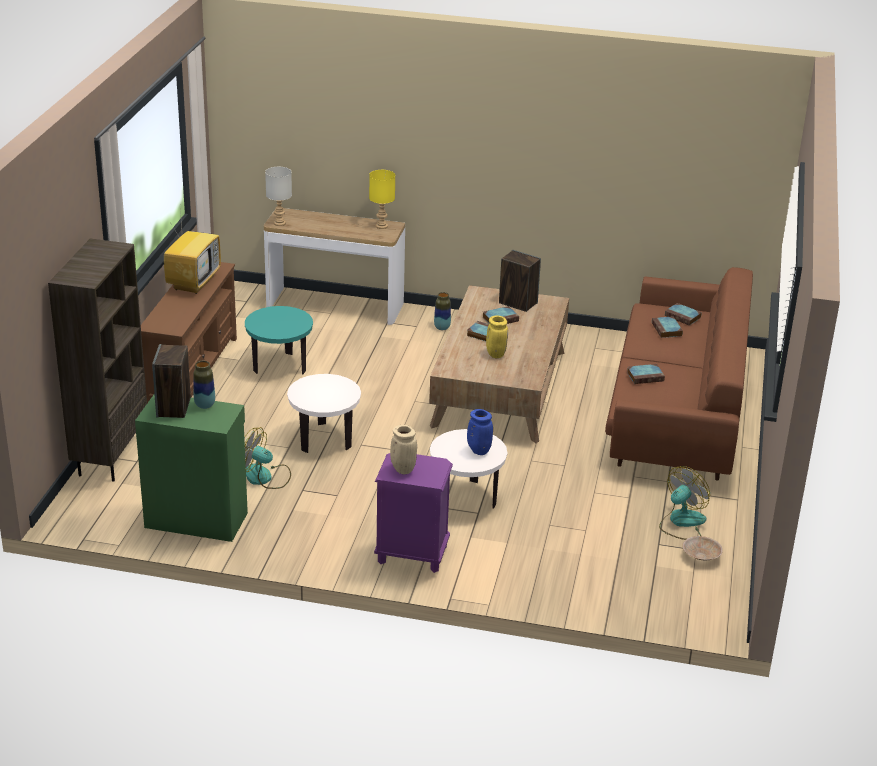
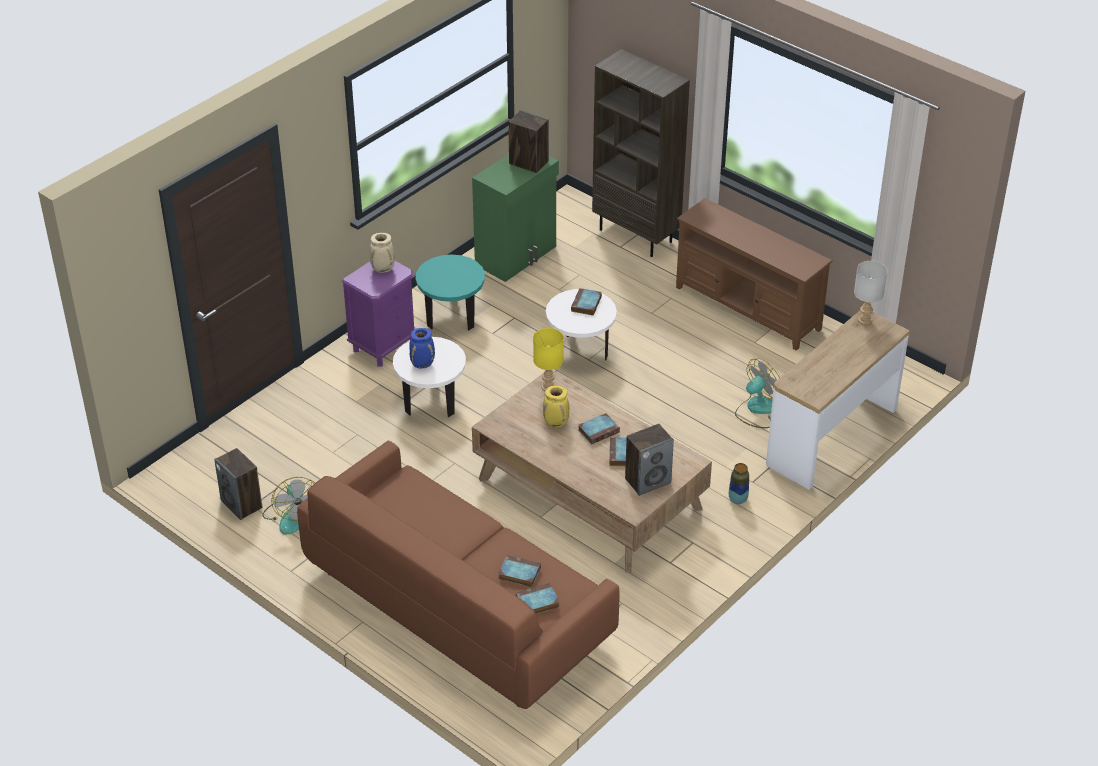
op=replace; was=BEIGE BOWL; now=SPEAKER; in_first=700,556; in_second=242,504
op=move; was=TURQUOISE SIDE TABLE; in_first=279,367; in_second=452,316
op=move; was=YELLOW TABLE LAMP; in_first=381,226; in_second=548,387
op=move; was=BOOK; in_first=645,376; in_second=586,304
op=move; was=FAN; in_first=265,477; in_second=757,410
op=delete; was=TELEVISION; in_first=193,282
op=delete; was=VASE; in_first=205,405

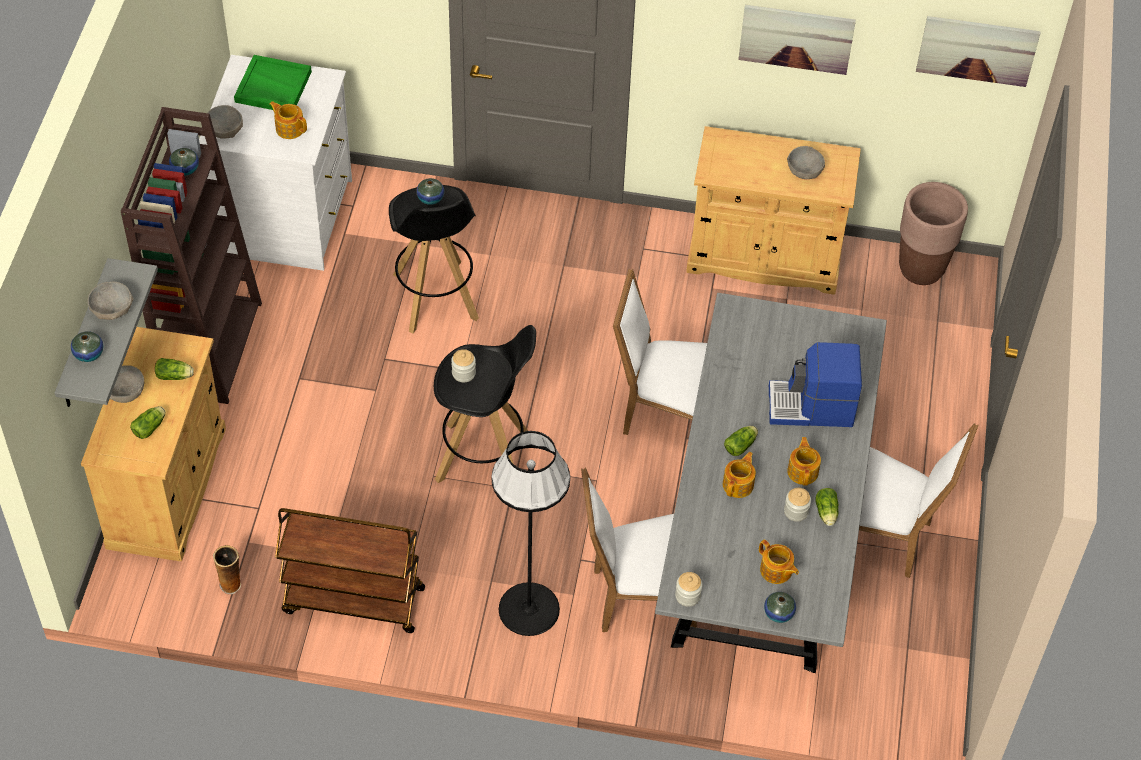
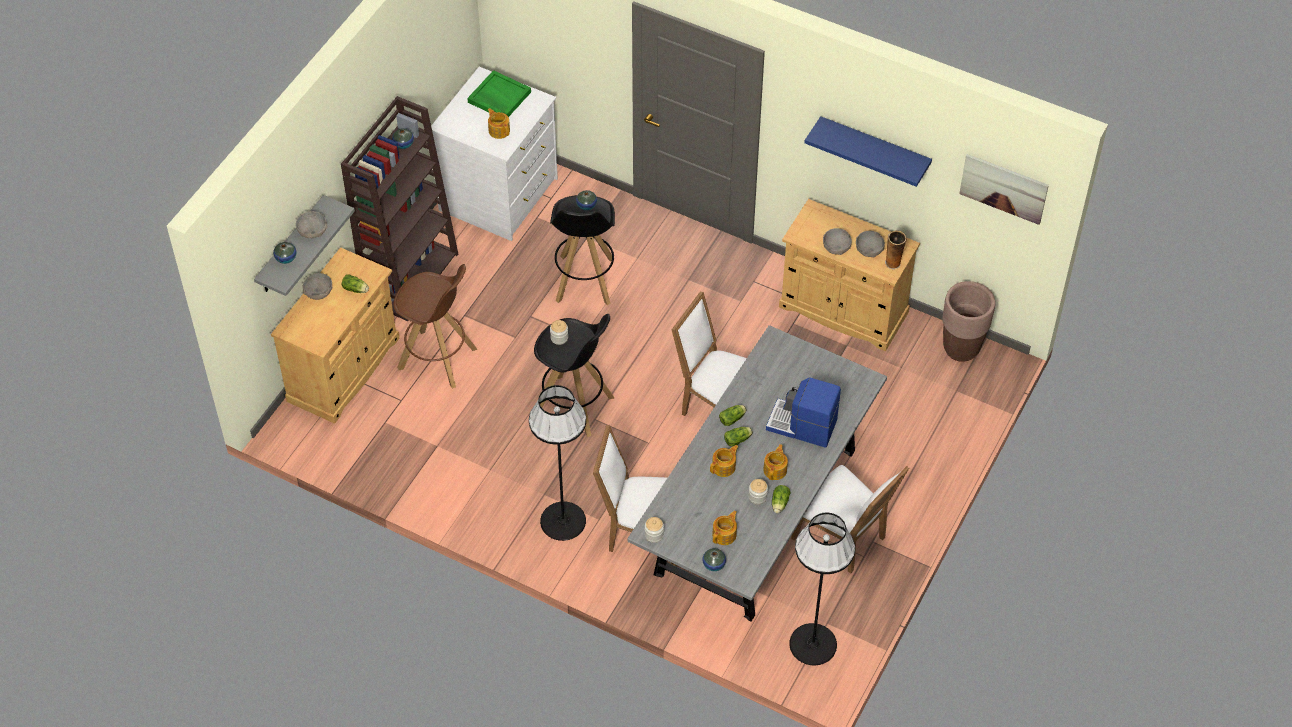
op=insert; now=BROWN STOOL; in_second=438,359
op=rotate; was=TEAPOT; in_first=776,571; in_second=725,534; clockwise=-120
op=move; was=LETTUCE; in_first=150,427; in_second=733,418
op=insert; now=BLACK FLOOR LAMP; in_second=813,644
op=replace; was=PICTURE; now=BLUE SHELF; in_first=796,38; in_second=874,148
op=move; was=GREY BOWL; in_first=225,130; in_second=836,247
op=move; was=VASE; in_first=231,585; in_second=893,263
op=delete; was=BROWN CART; in_first=352,601

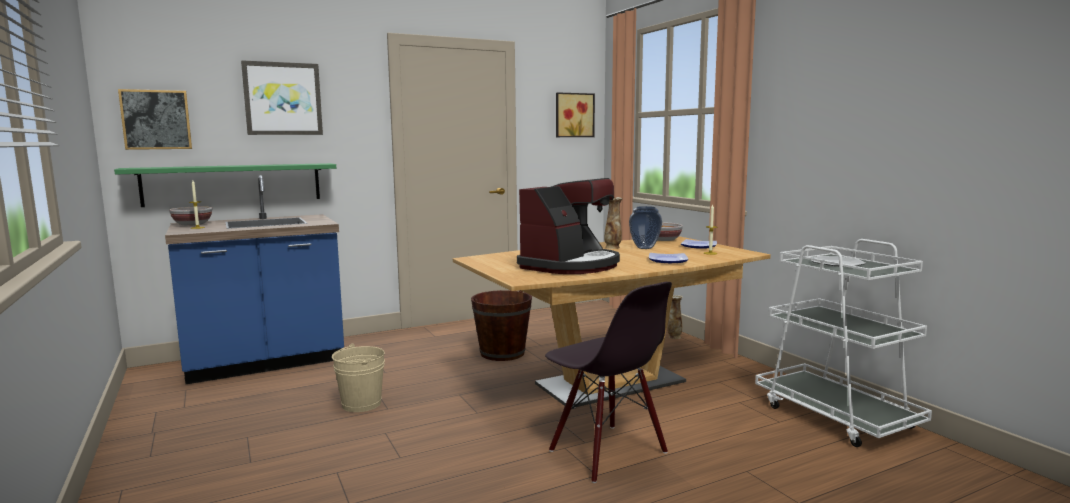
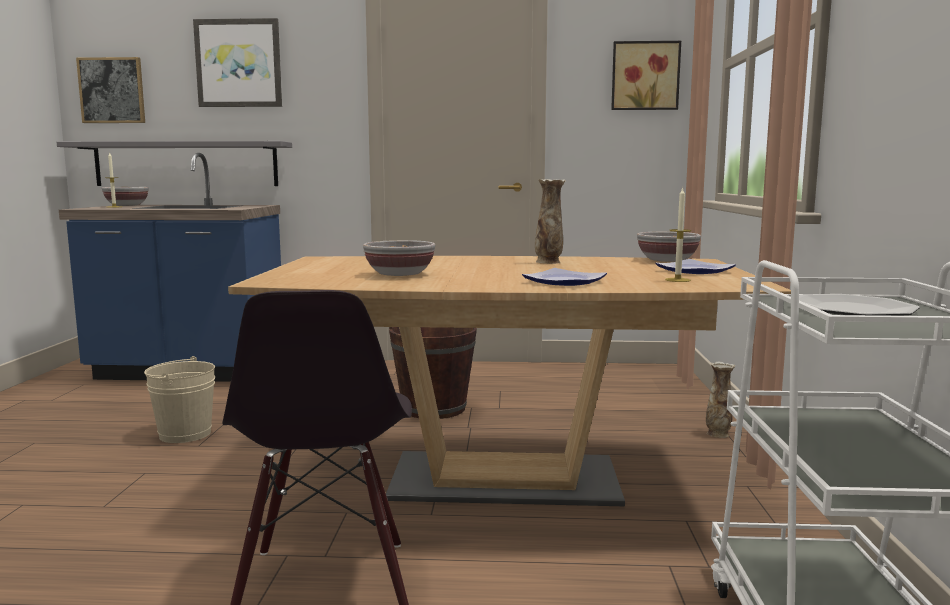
op=recolor; was=GREEN SHELF; now=GREY SHELF; in_first=233,184; in_second=186,164
op=replace; was=COFFEE MACHINE; now=BOWL; in_first=571,265; in_second=400,274
op=delete; was=VASE; in_first=645,248

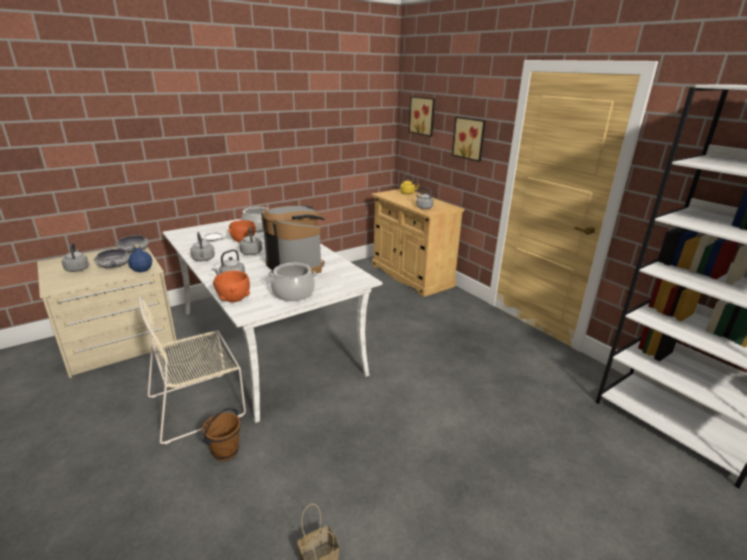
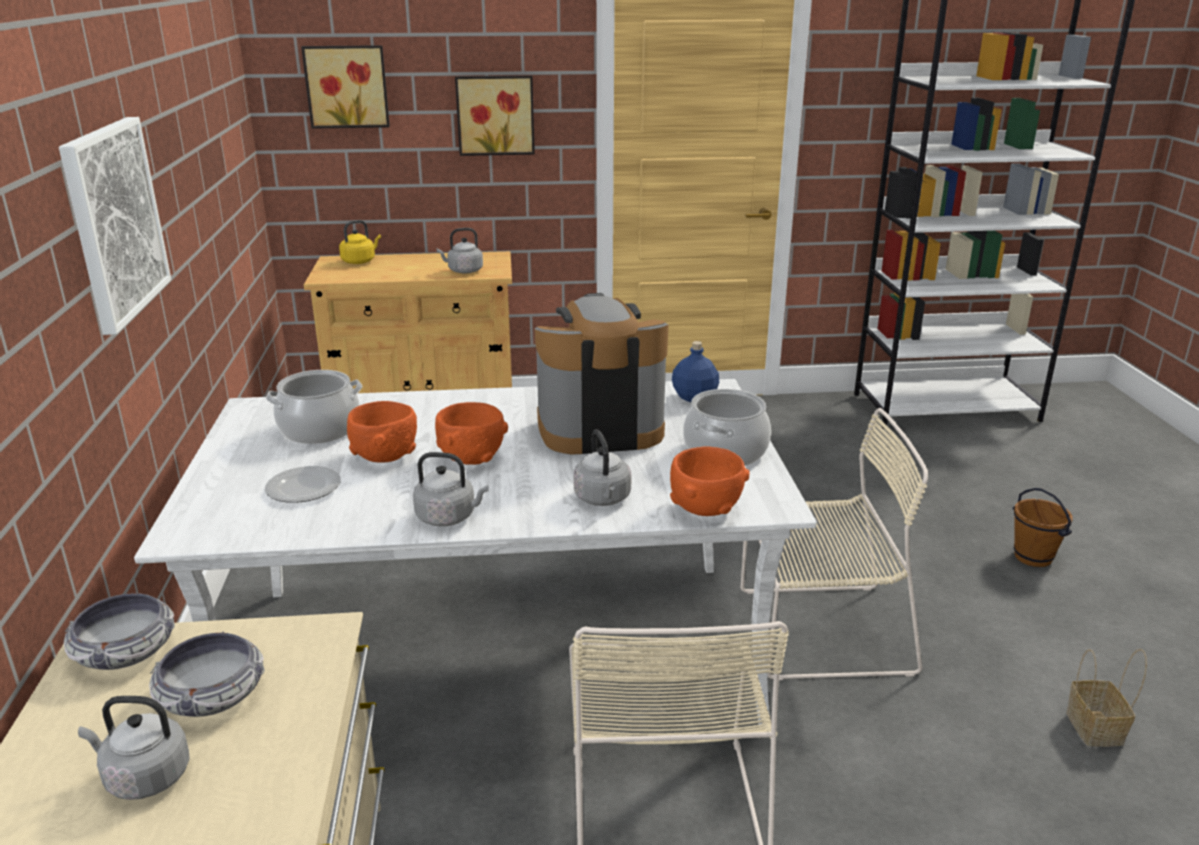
op=insert; now=PICTURE; in_second=115,221
op=replace; was=GREY KETTLE; now=ORANGE BOWL; in_first=251,252; in_second=471,458
op=move; was=BLUE BOTTLE; in_first=142,269; in_second=693,397
op=insert; now=BEIGE CHAIR; in_second=818,630
op=move; was=BROWN BUCKET; in_first=226,452; in_second=1033,557

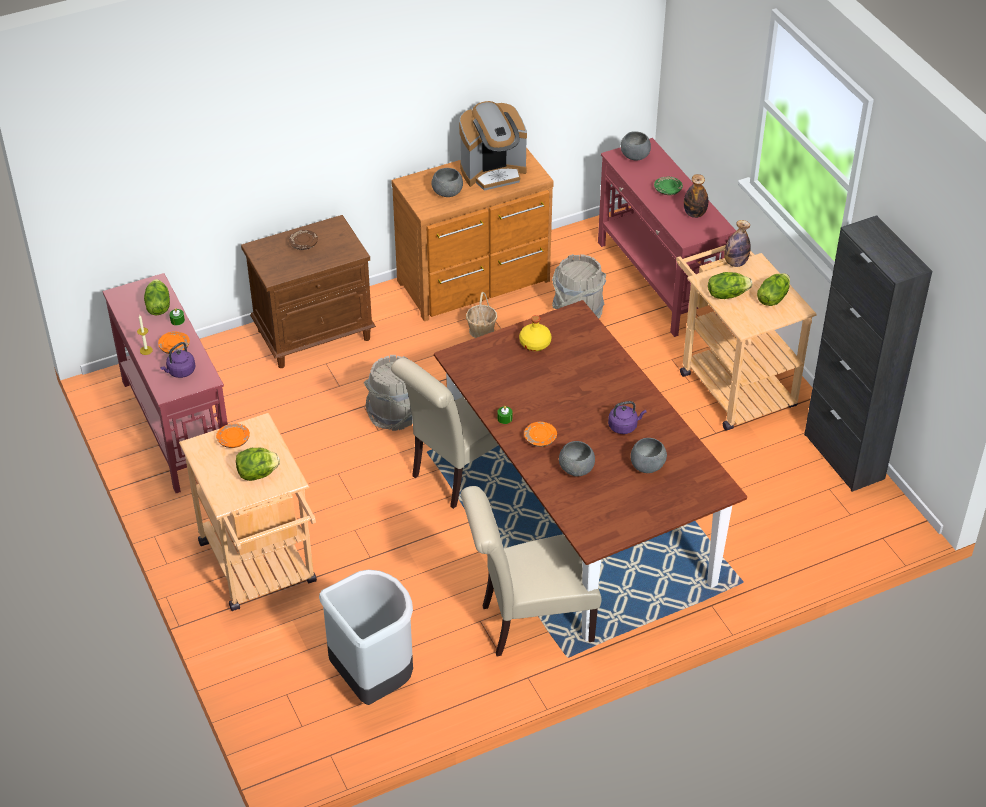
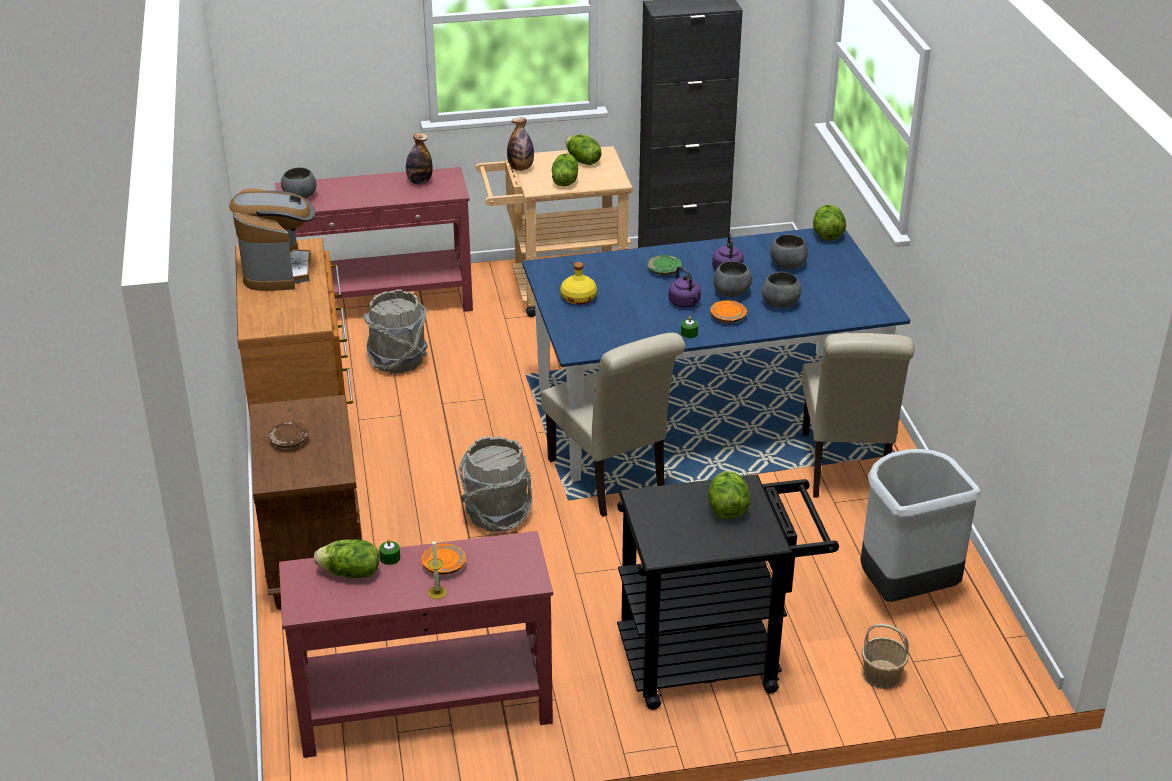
op=recolor; was=BROWN DINING TABLE; now=BLUE DINING TABLE; in_first=578,515; in_second=704,414
op=recolor; was=BEIGE CART; now=BLACK CART; in_first=261,570; in_second=714,658
op=move; was=GREEN PLATE; in_first=667,190; in_second=664,271
op=move; was=PURPLE KETTLE; in_first=180,372; in_second=685,303
op=move; was=GREY BOWL; in_first=447,193; in_second=732,293
op=insert; now=LETTUCE; in_second=827,235
op=move; was=BASKET; in_first=481,330; in_second=882,675
op=delete; was=ORANGE PLATE; in_first=233,440

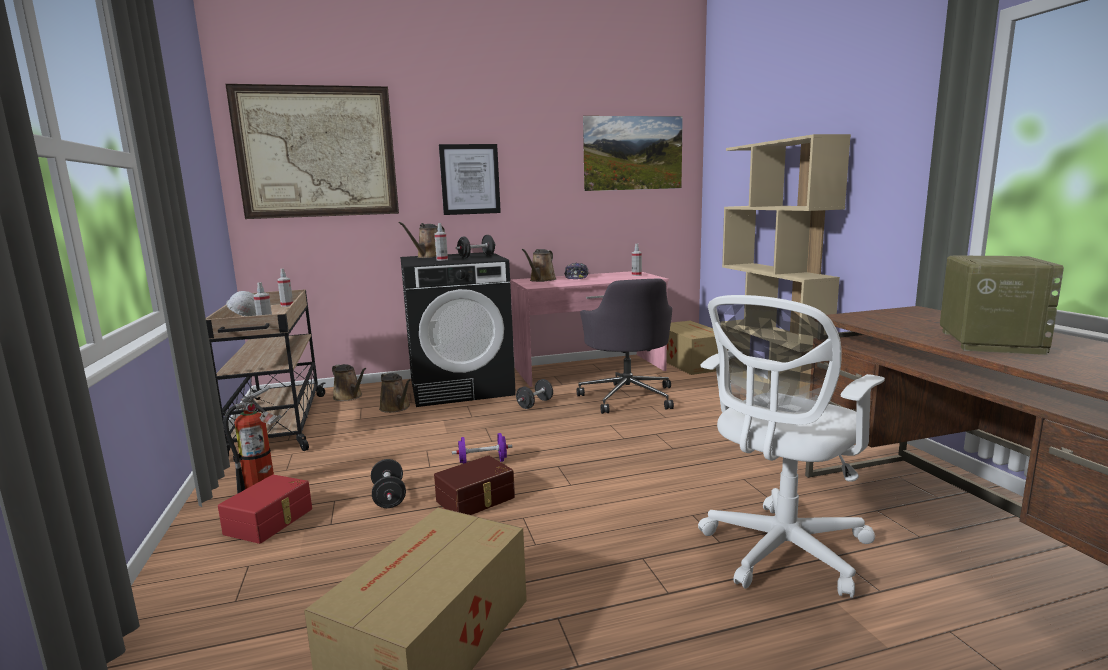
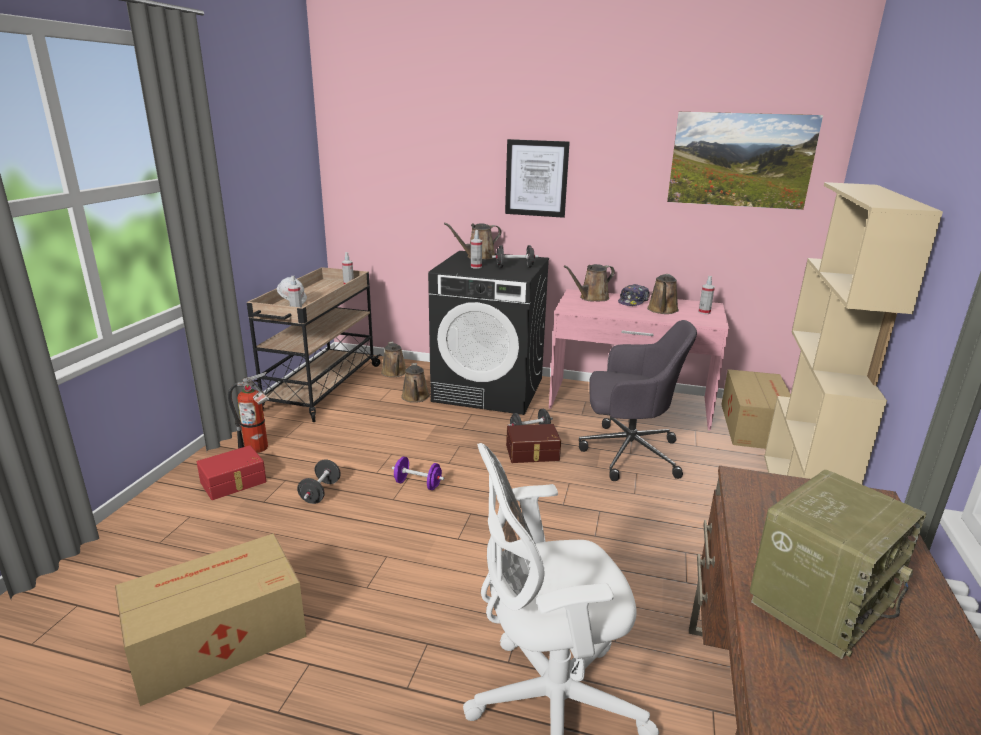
op=move; was=BROWN STORAGE BOX; in_first=476,500; in_second=532,453
op=rotate; was=GREY OFFICE CHAIR; in_first=628,397; in_second=627,453; clockwise=-105
op=insert; now=BROWN WATERING CAN; in_second=662,310
op=delete; was=PICTURE; in_first=317,152

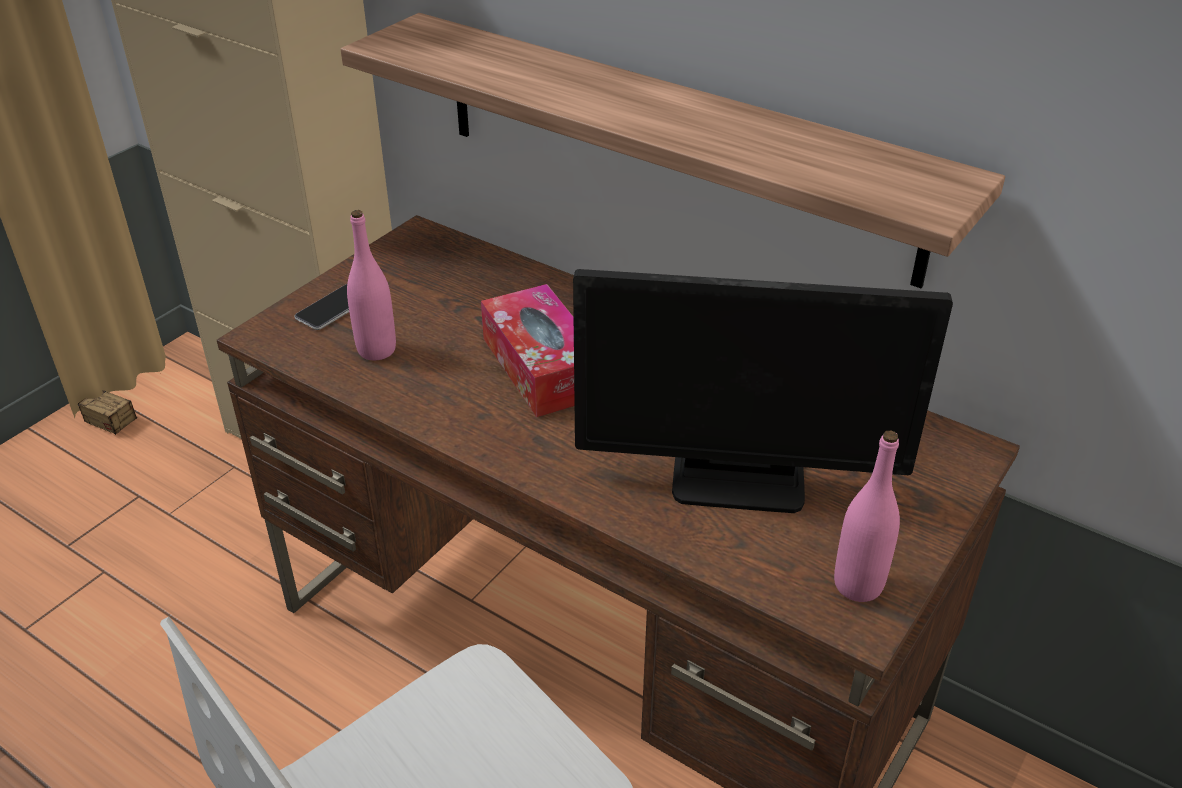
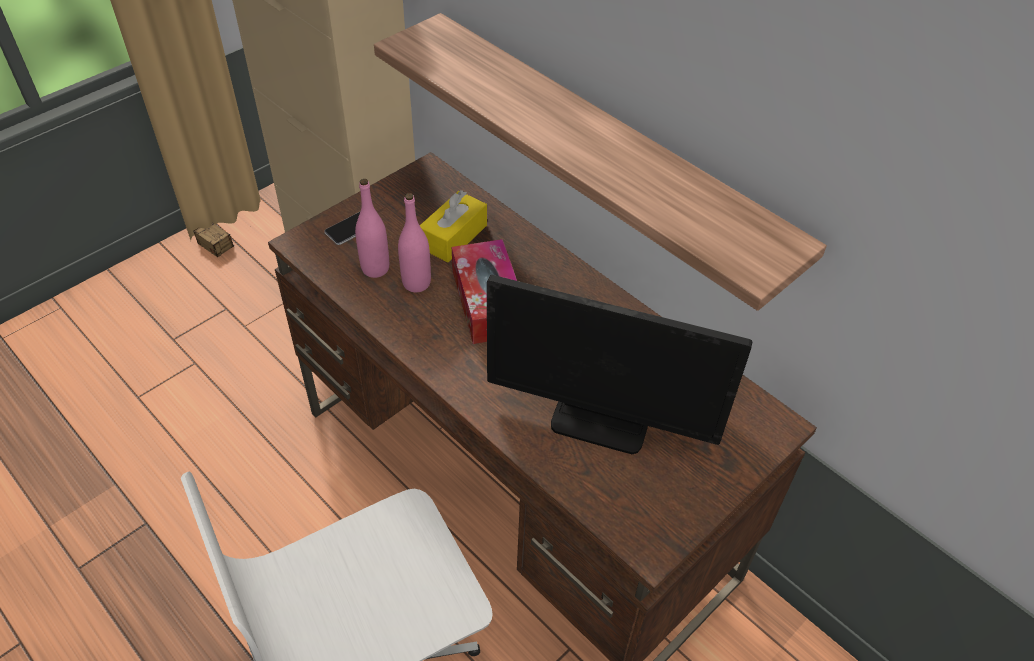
op=move; was=PINK BOTTLE; in_first=858,585; in_second=416,283
op=insert; now=YELLOW TISSUE BOX; in_second=453,236

